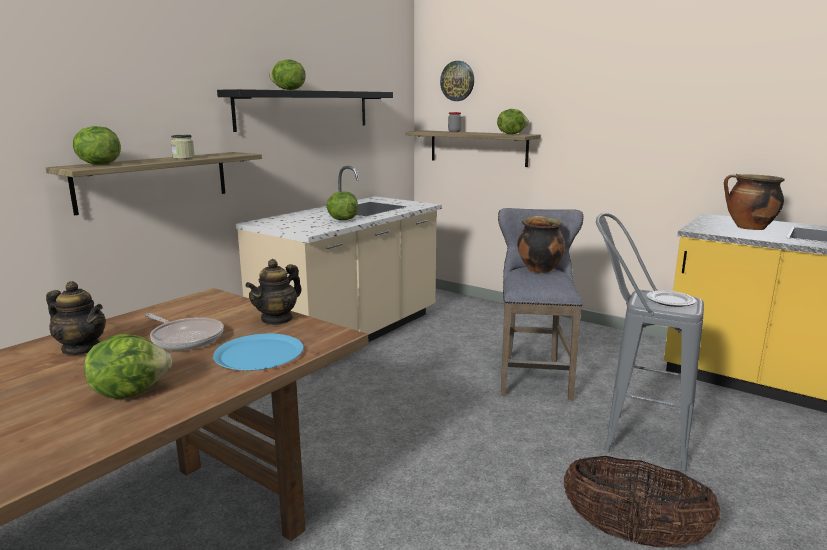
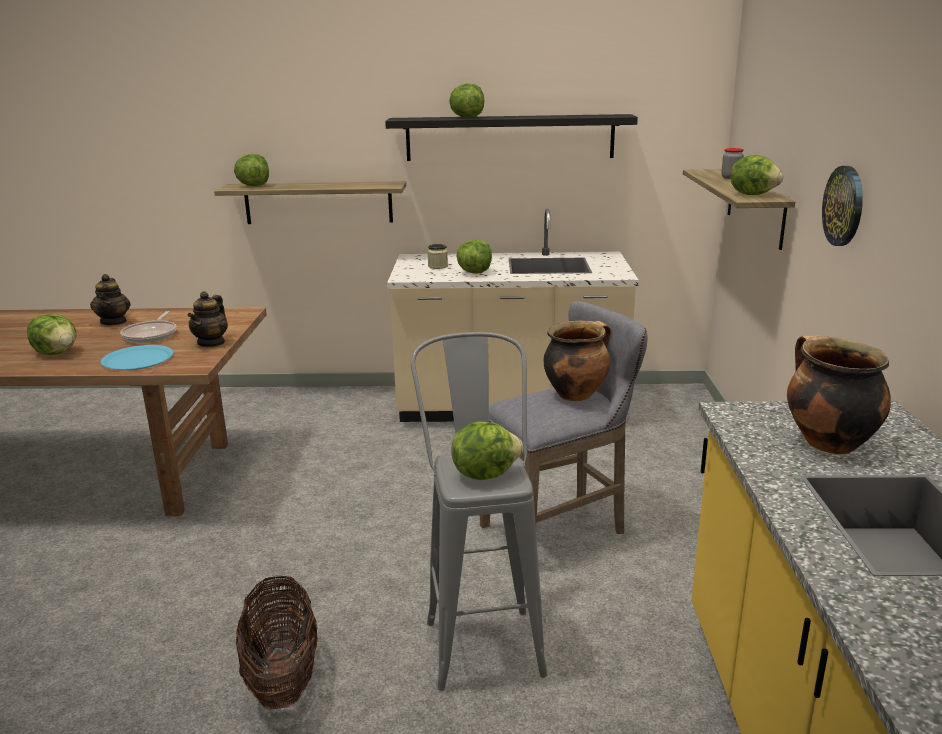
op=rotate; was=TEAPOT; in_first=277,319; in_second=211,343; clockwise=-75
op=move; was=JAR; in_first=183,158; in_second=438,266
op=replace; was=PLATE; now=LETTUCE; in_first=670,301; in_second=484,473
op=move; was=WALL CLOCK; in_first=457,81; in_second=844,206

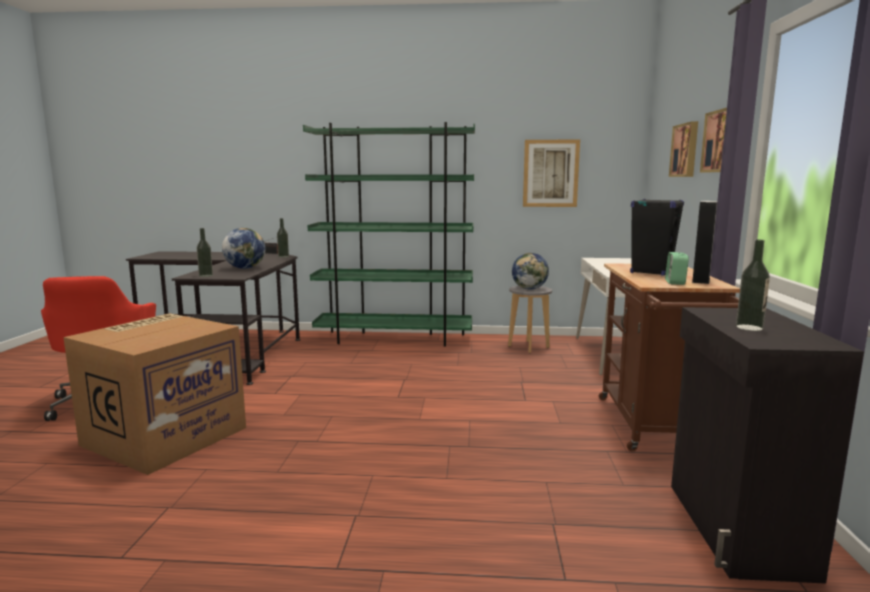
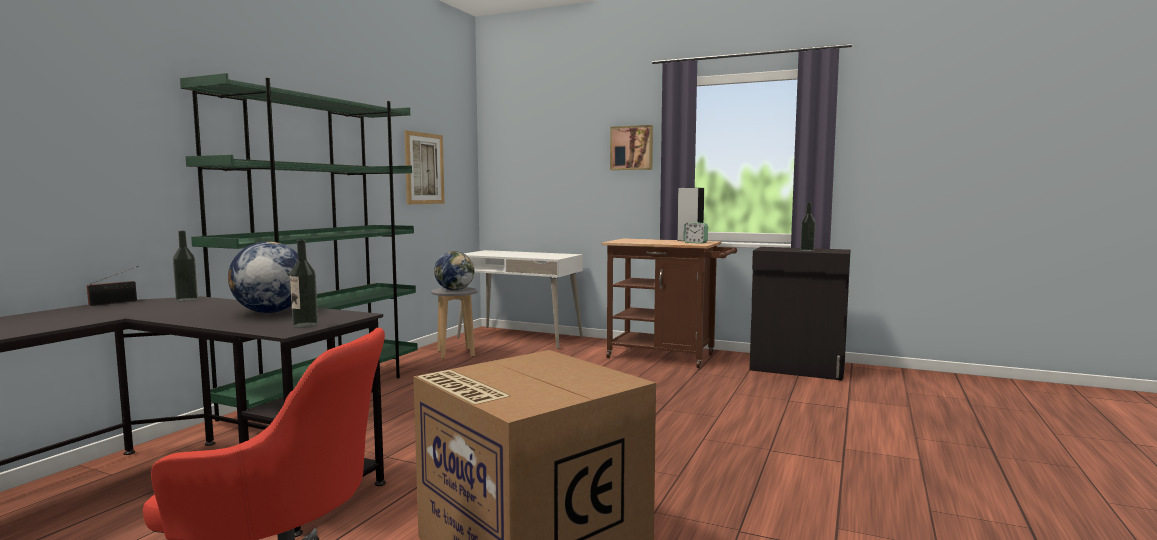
op=delete; was=BLACK SPEAKER; in_first=651,272
op=delete; was=PICTURE; in_first=685,150

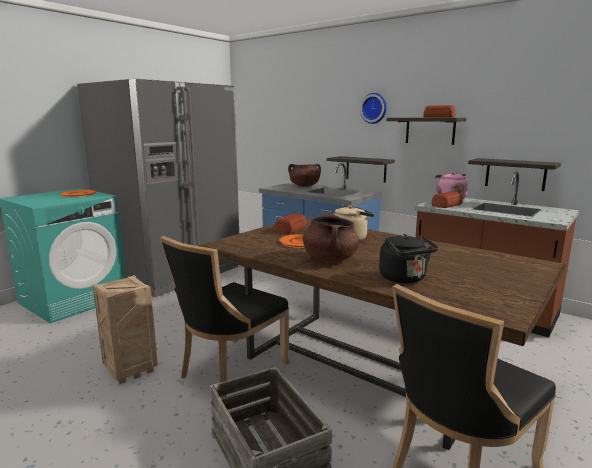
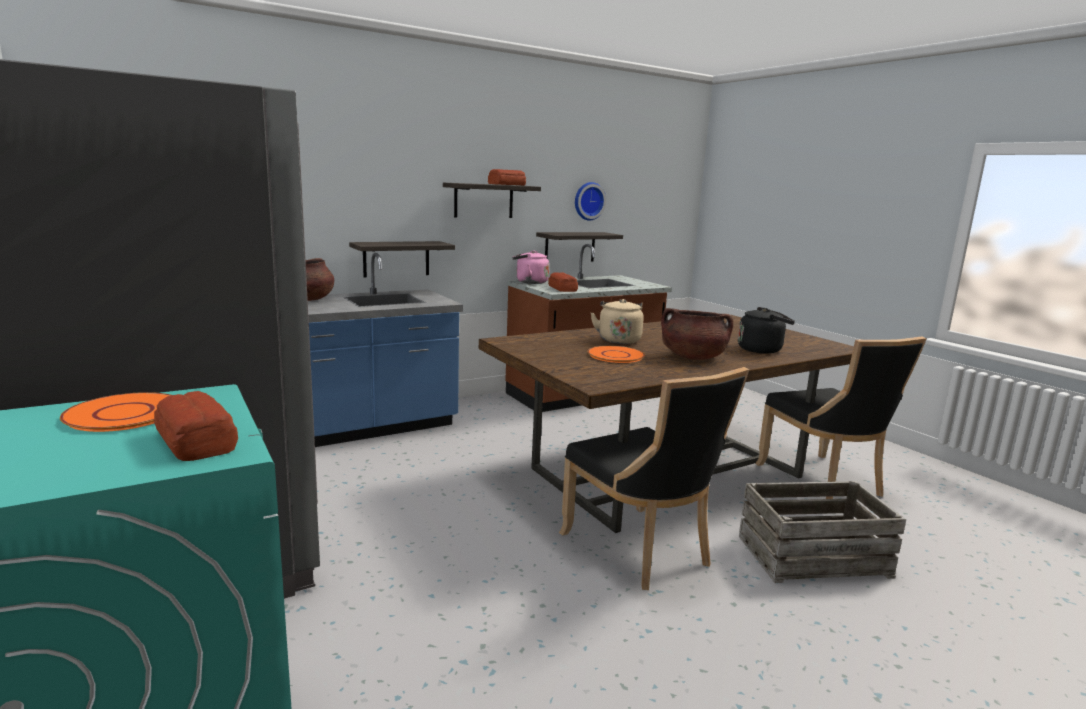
op=move; was=BREAD; in_first=291,229; in_second=197,440
op=move; was=WALL CLOCK; in_first=374,108; in_second=588,201
op=delete; was=CRATE; in_first=131,369

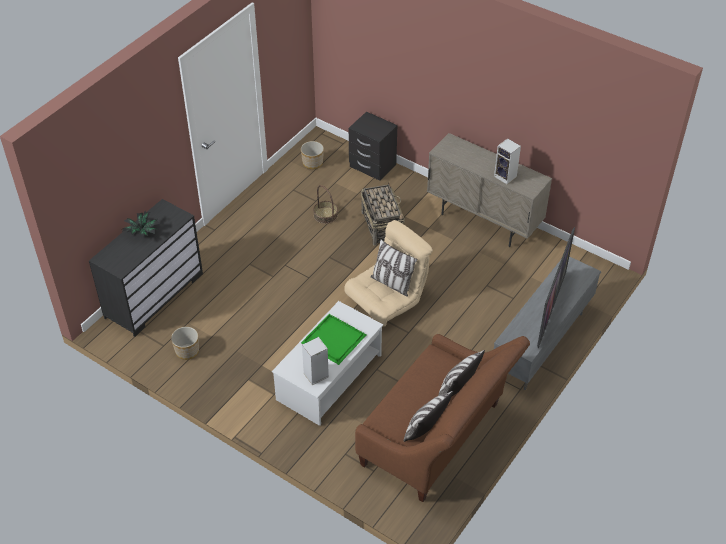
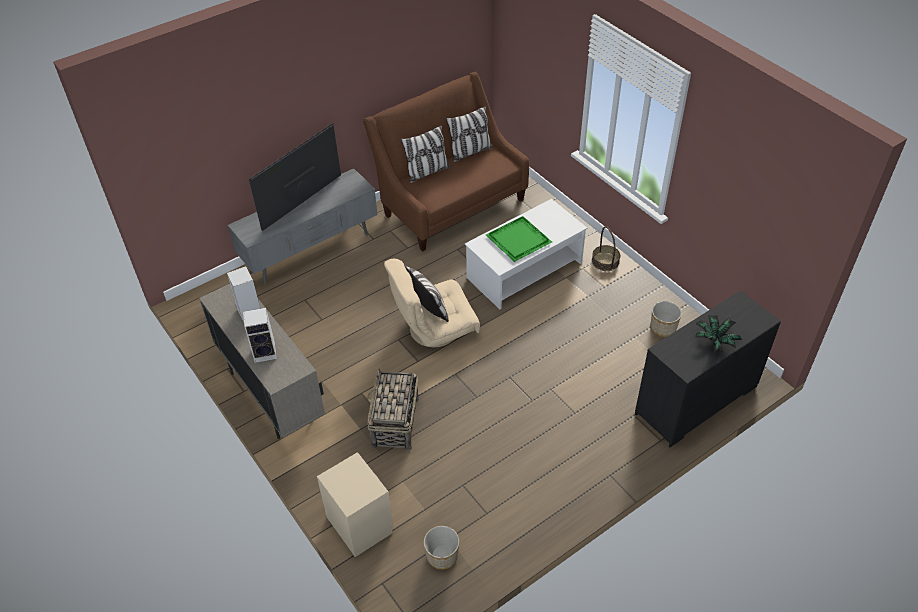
op=move; was=SPEAKER; in_first=315,376; in_second=266,352
op=recolor; was=BLACK NIGHTSTAND; now=BEIGE NIGHTSTAND; in_first=372,166; in_second=359,524
op=move; was=BASKET; in_first=325,215; in_second=605,261

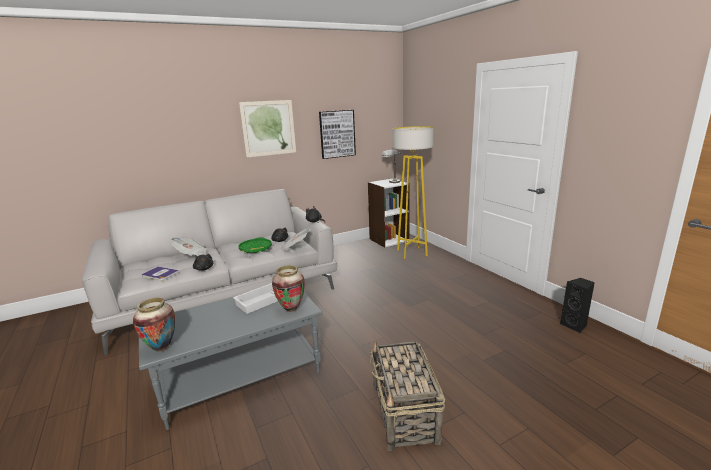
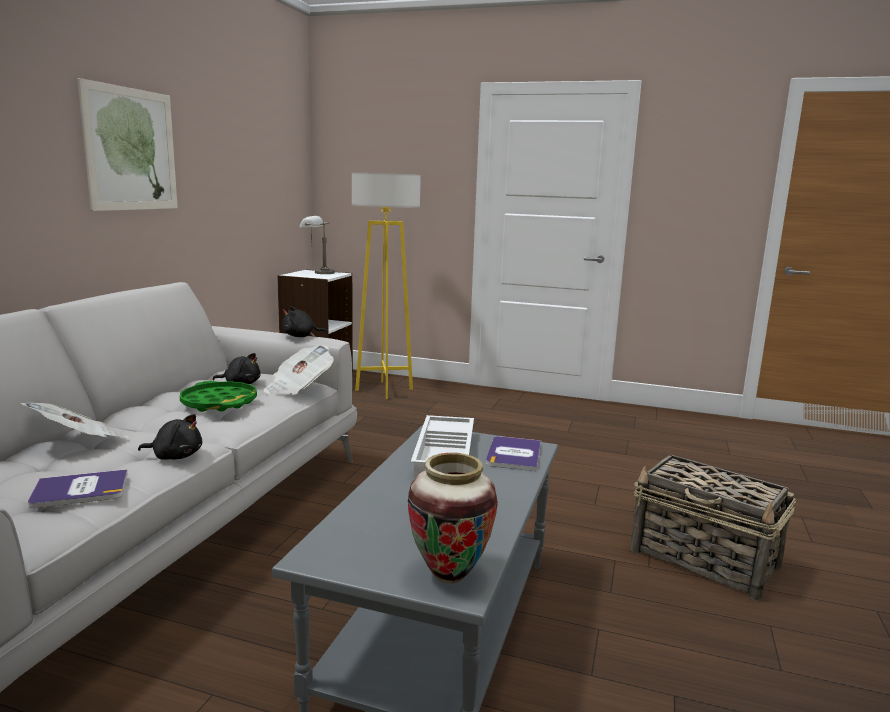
op=replace; was=VASE; now=BOOK; in_first=291,309; in_second=514,454
op=delete; was=PICTURE; in_first=337,134
op=delete; was=BLACK SPEAKER; in_first=575,326

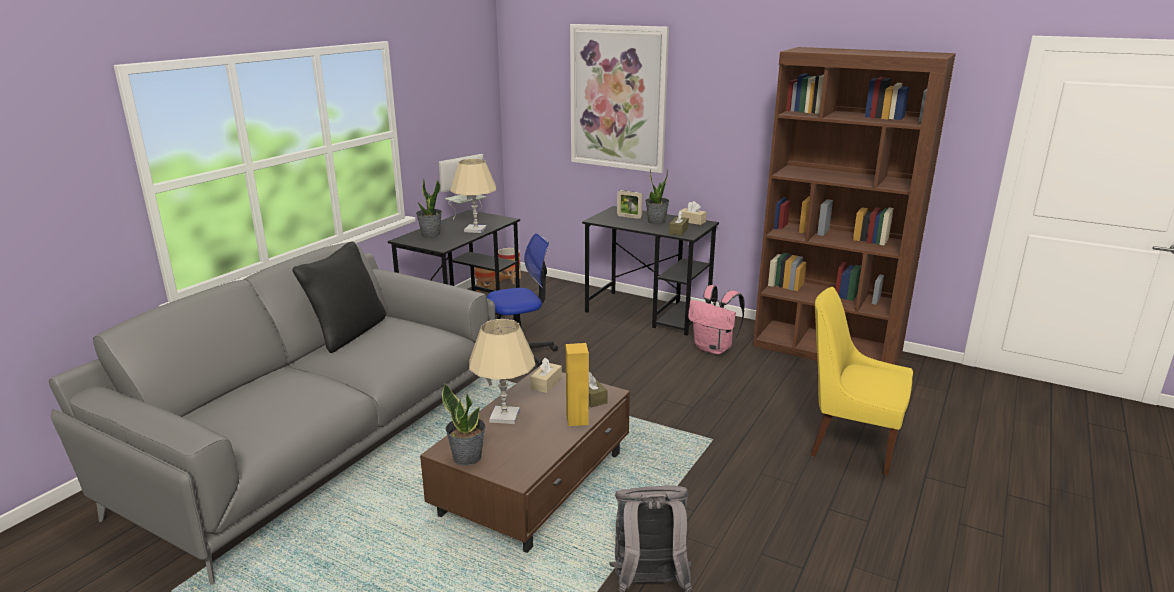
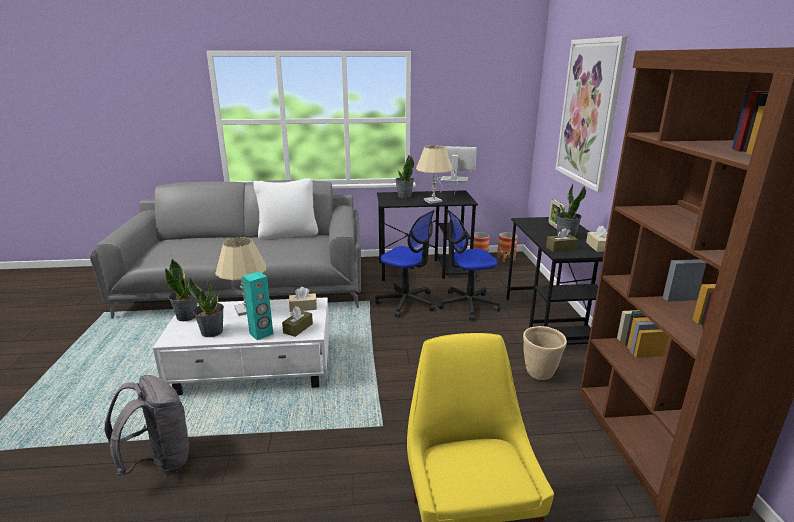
op=recolor; was=BROWN COFFEE TABLE; now=WHITE COFFEE TABLE; in_first=536,482; in_second=256,368
op=insert; now=POTTED PLANT; in_second=212,331
op=recolor; was=YELLOW SPEAKER; now=TURQUOISE SPEAKER; in_first=577,419; in_second=261,334
op=recolor; was=BLACK PILLOW; now=WHITE PILLOW; in_first=348,333; in_second=288,234
op=insert; now=OFFICE CHAIR; in_second=467,305
op=replace; was=PINK BACKPACK; now=BEIGE PLANTER; in_first=714,348; in_second=540,374

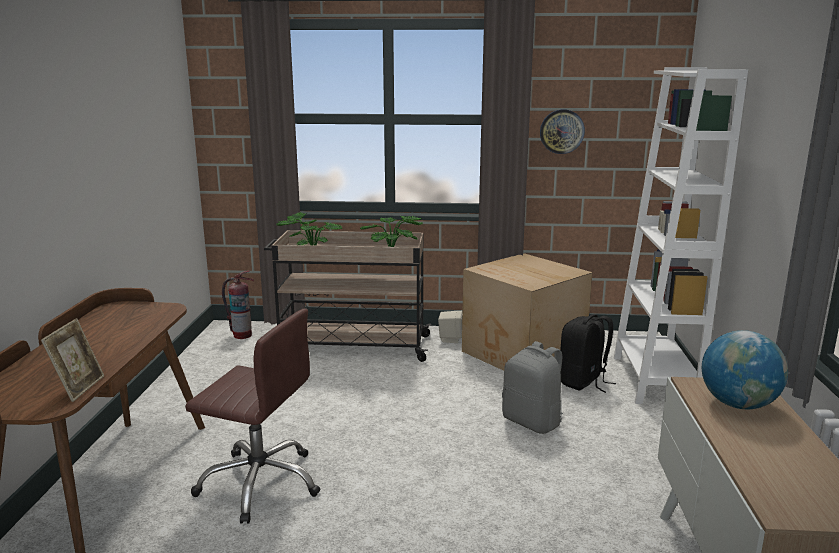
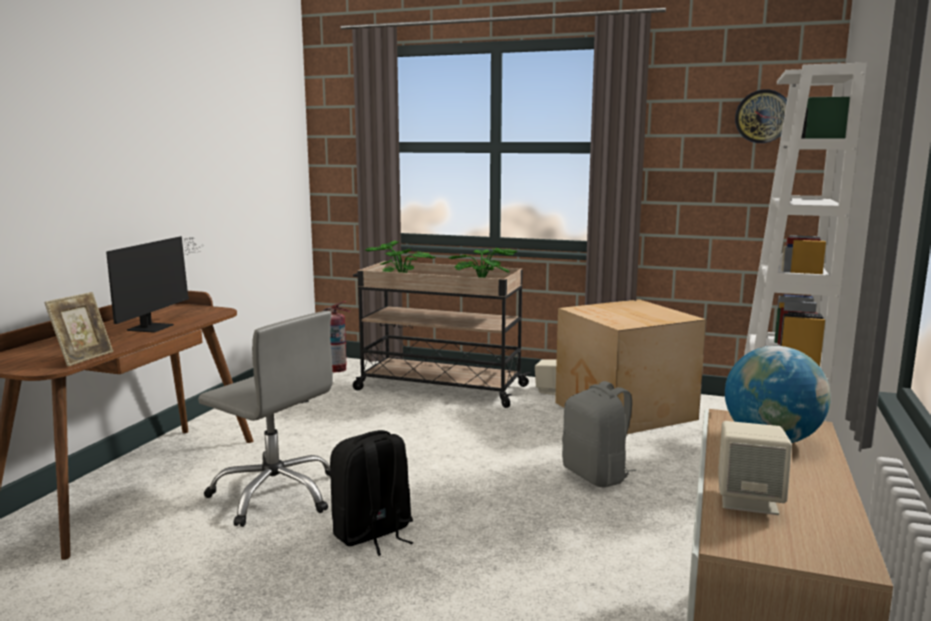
op=insert; now=MONITOR; in_second=155,326
op=recolor; was=BROWN OFFICE CHAIR; now=GREY OFFICE CHAIR; in_first=260,482; in_second=275,494
op=move; was=BLACK BACKPACK; in_first=583,382; in_second=373,534
op=insert; now=BEIGE SPEAKER; in_second=749,501
op=move; was=WALL CLOCK; in_first=562,131; in_second=762,116

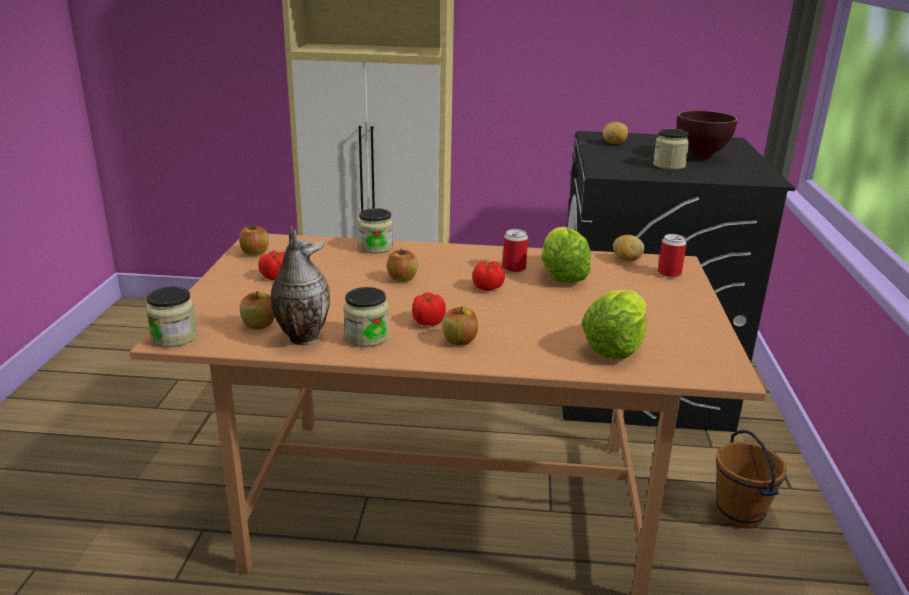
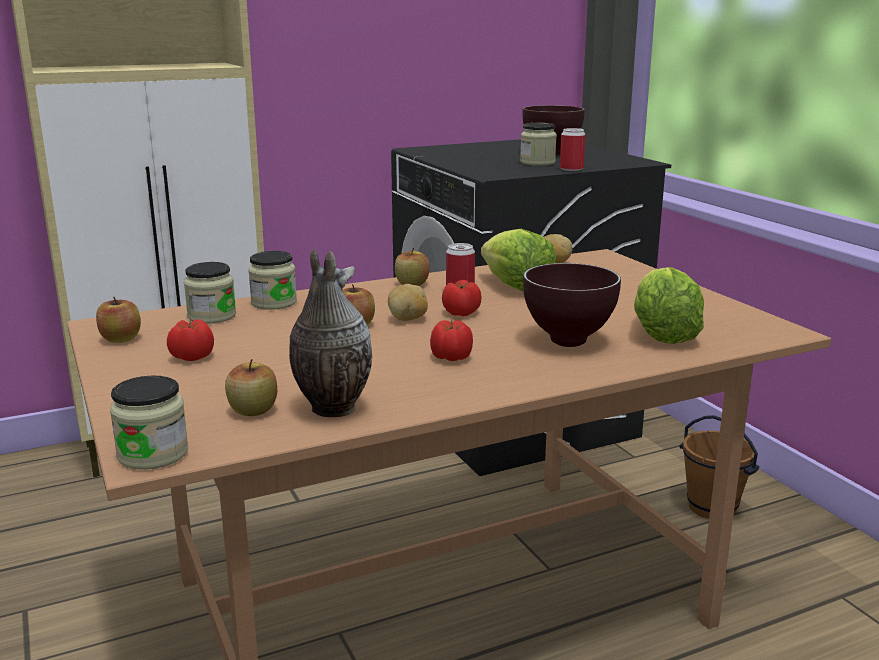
op=move; was=JAR; in_first=366,337; in_second=212,316
op=move; was=POTATO; in_first=614,143; in_second=408,319
op=move; was=APPLE; in_first=459,341; in_second=412,284
op=insert; now=BROWN BOWL; in_second=565,342
op=move; was=CAN; in_first=669,273; in_second=571,169

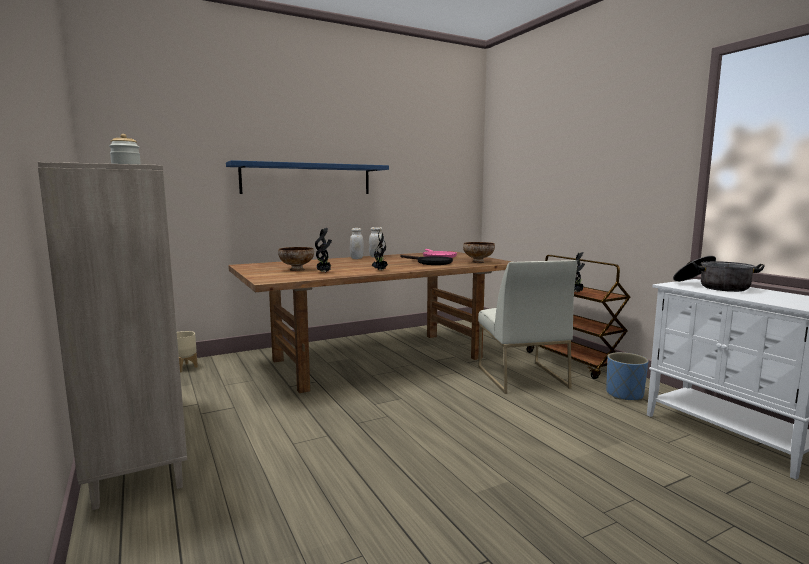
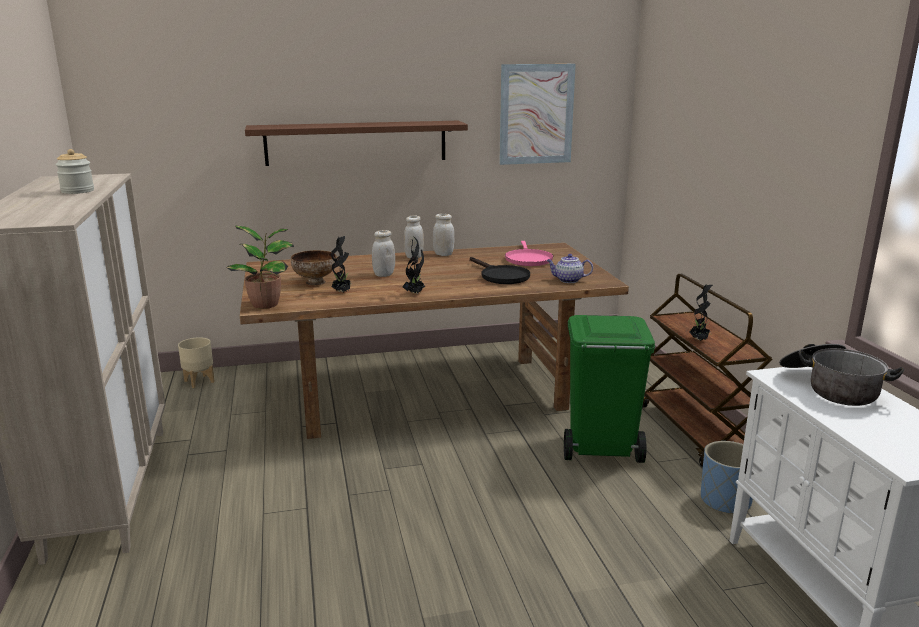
op=insert; now=POTTED PLANT; in_second=267,304
op=recolor; was=BLUE SHELF; now=BROWN SHELF; in_first=307,179; in_second=356,142
op=insert; now=WHITE JAR; in_second=384,274
op=insert; now=PICTURE; in_second=536,114
op=replace; was=BOWL; now=TEAPOT; in_first=478,262; in_second=568,280
op=replace; was=WHITE CHAIR; now=GREEN TRASH CAN; in_first=521,377; in_second=600,449

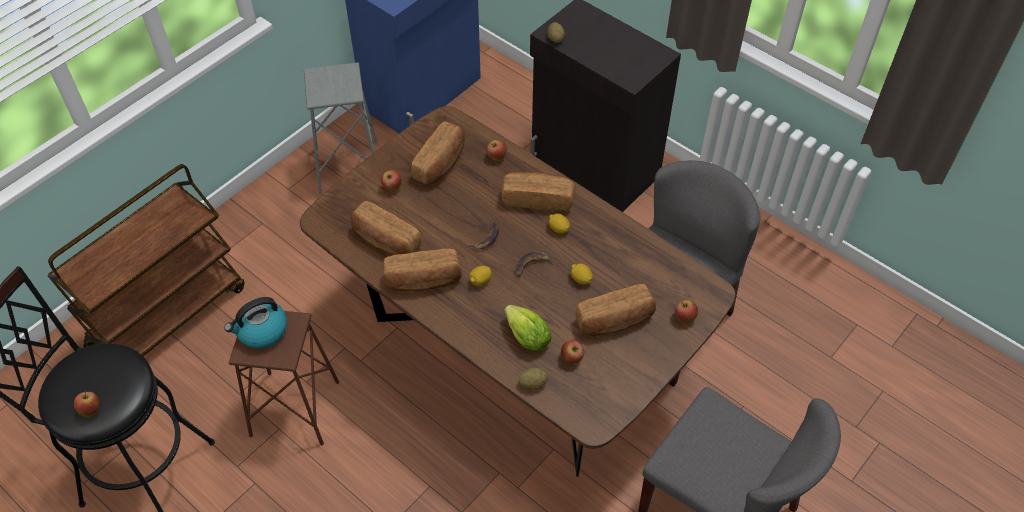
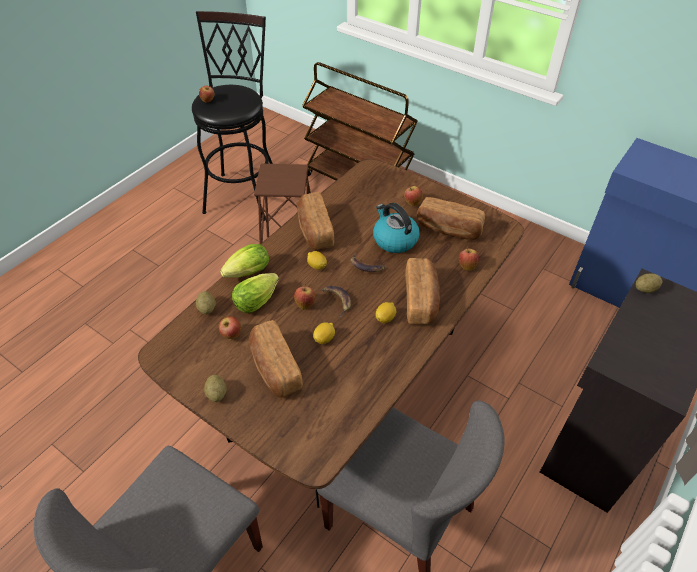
op=insert; now=POTATO; in_second=217,393
op=insert; now=LETTUCE; in_second=246,274
op=move; was=APPLE; in_first=684,318; in_second=305,304
op=move; was=KETTLE; in_first=261,331; in_second=394,240
op=delete; was=GREY STOOL; in_first=348,167
op=delete; was=BREAD; in_first=385,241

